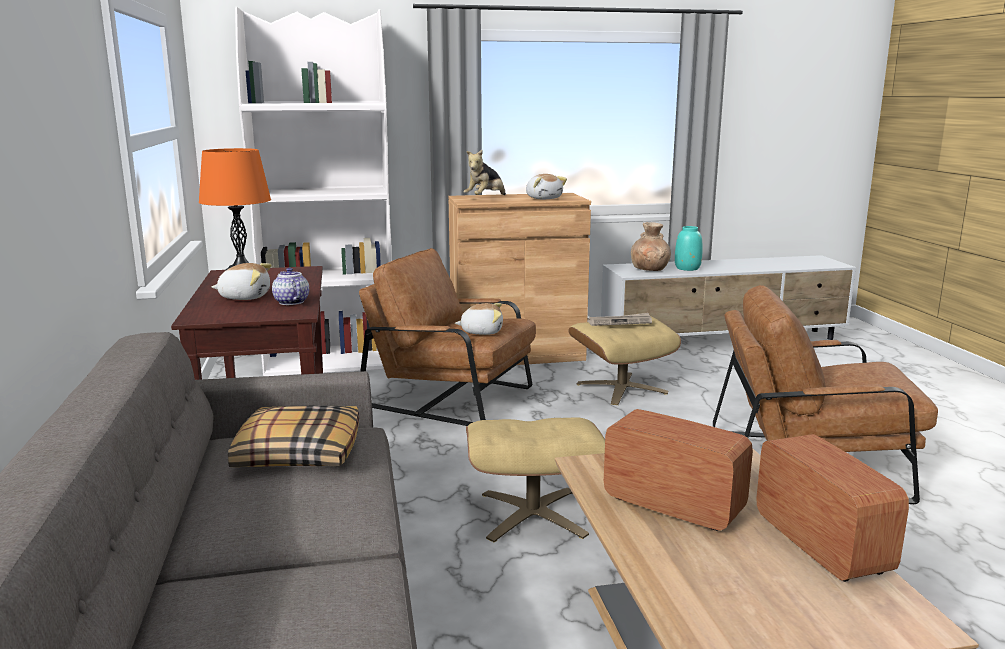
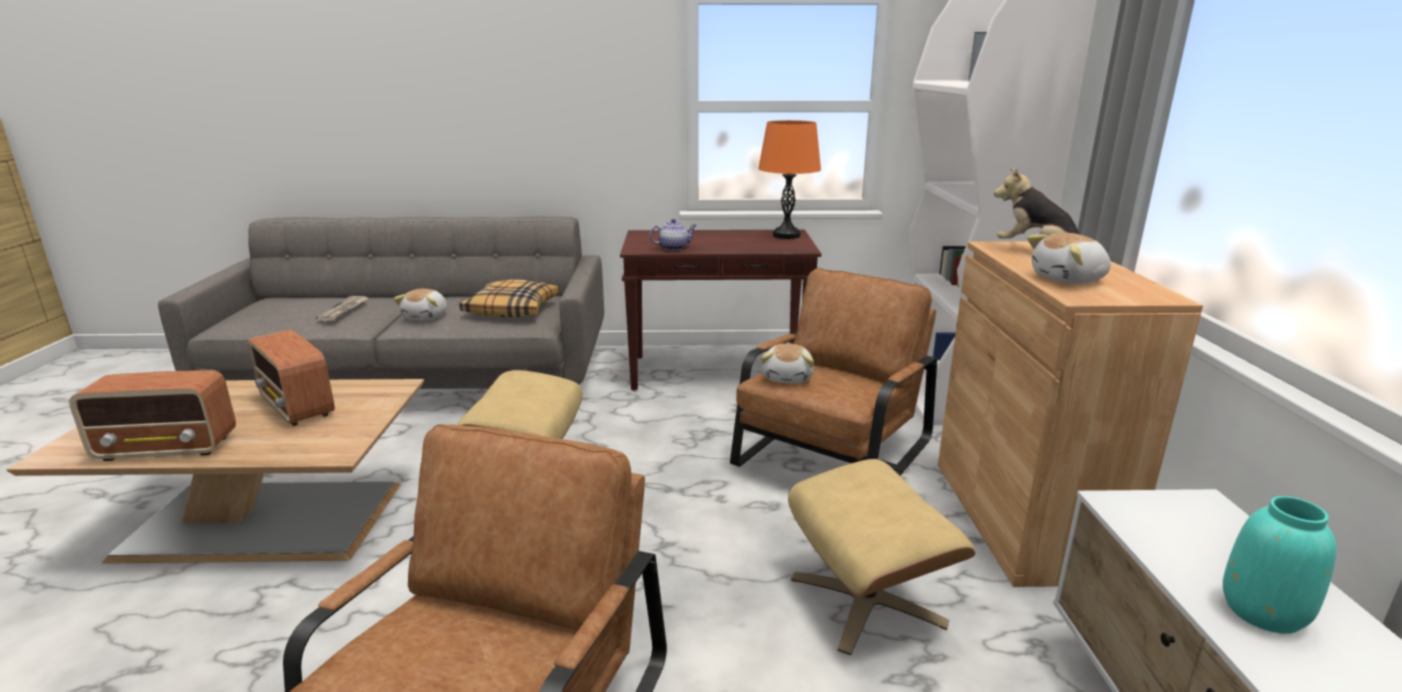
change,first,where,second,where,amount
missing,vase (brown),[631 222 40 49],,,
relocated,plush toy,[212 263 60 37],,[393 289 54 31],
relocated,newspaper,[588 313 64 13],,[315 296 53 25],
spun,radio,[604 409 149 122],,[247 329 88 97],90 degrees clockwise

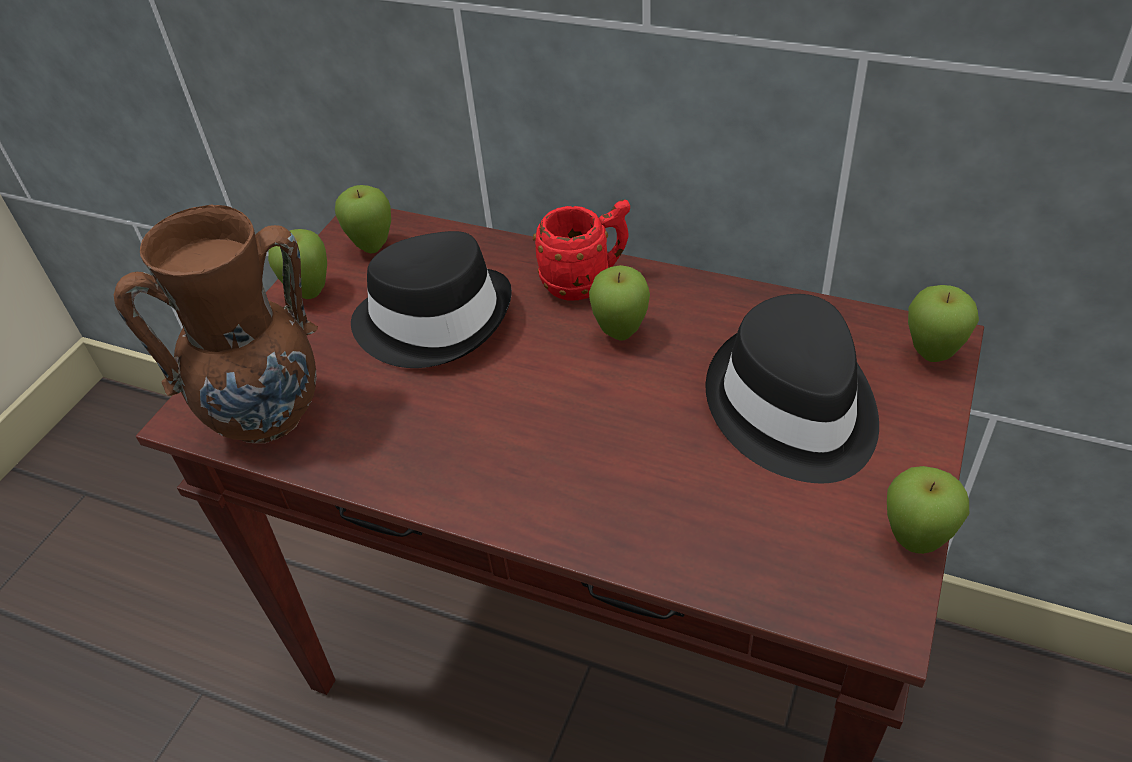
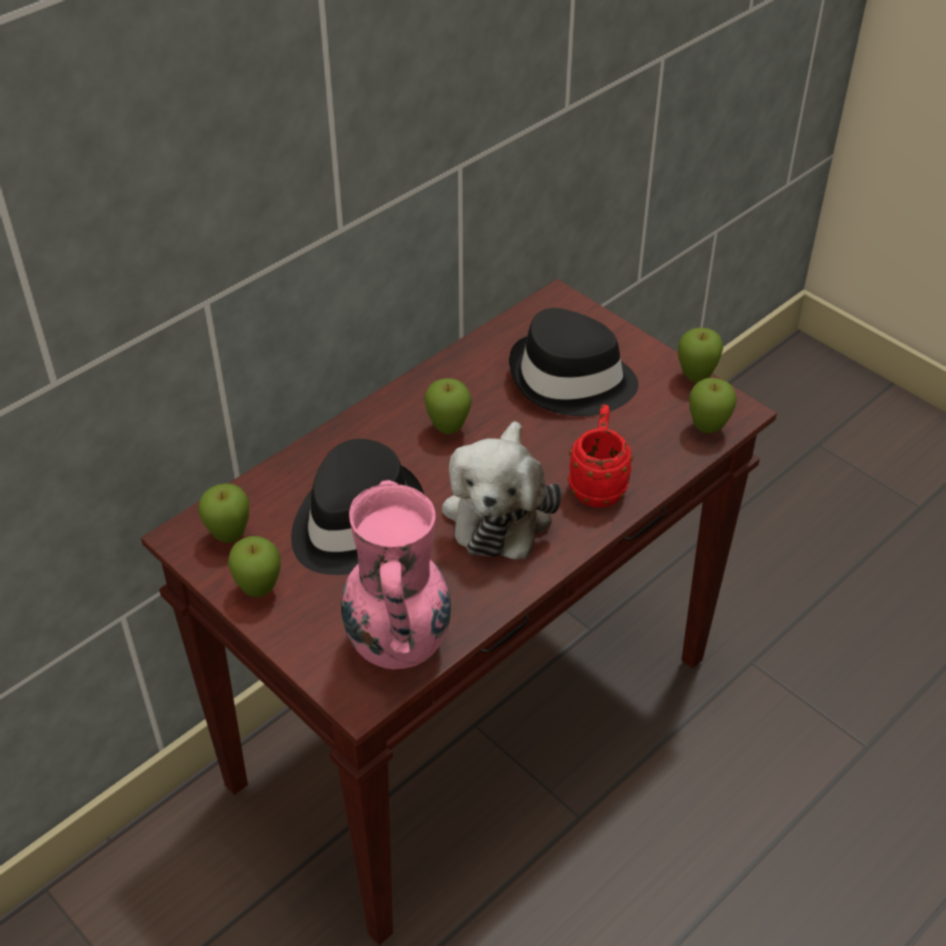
change,first,where,second,where,amount
relocated,mug (red),[533 200 97 101],,[567 404 66 103],
colour,vase (brown),[114 205 204 239],vase (pink),[341 480 110 189],
relocated,apple,[908 285 71 77],,[689 378 48 55],
appeared,,,plush toy,[442 421 120 138],

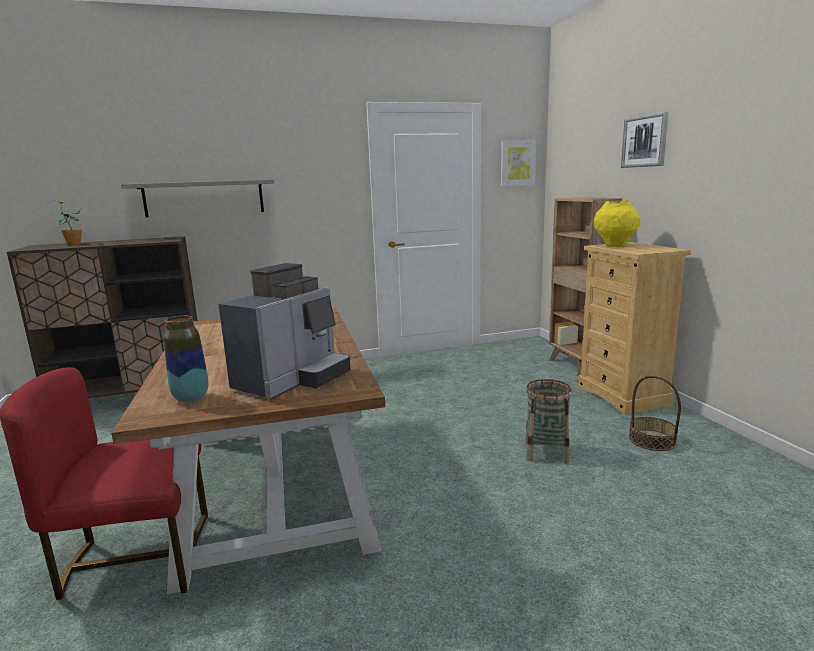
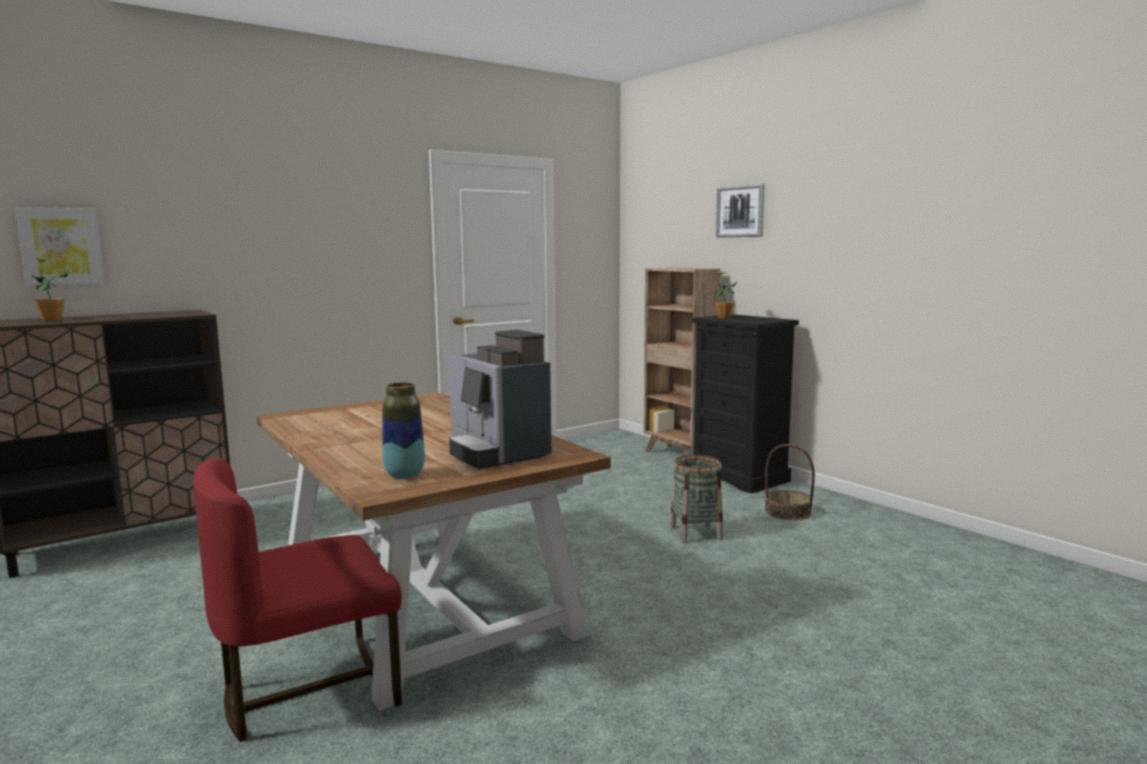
change,first,where,second,where,amount
relocated,picture,[501 140 36 46],,[15 207 90 79],
missing,shelf (grey),[121 179 154 39],,,
exchanged,vase (yellow),[594 200 46 47],potted plant,[715 271 23 47],
colour,dresser (beige),[577 242 114 173],dresser (black),[692 314 107 180],
spun,coffee machine,[218 263 133 136],,[449 330 102 139],135 degrees clockwise

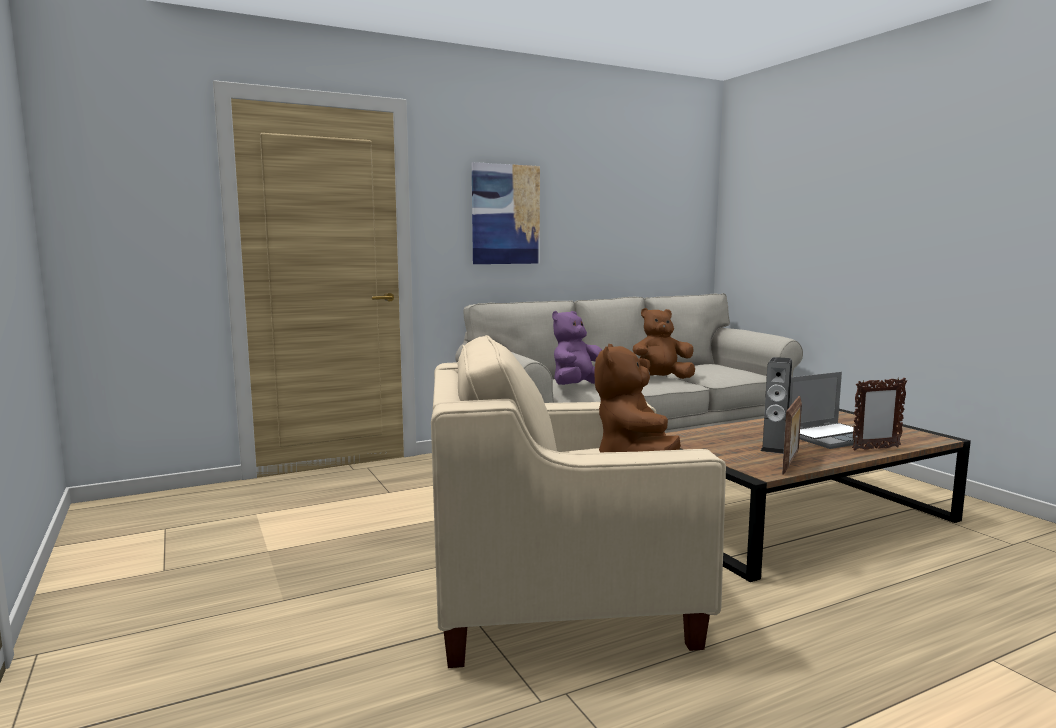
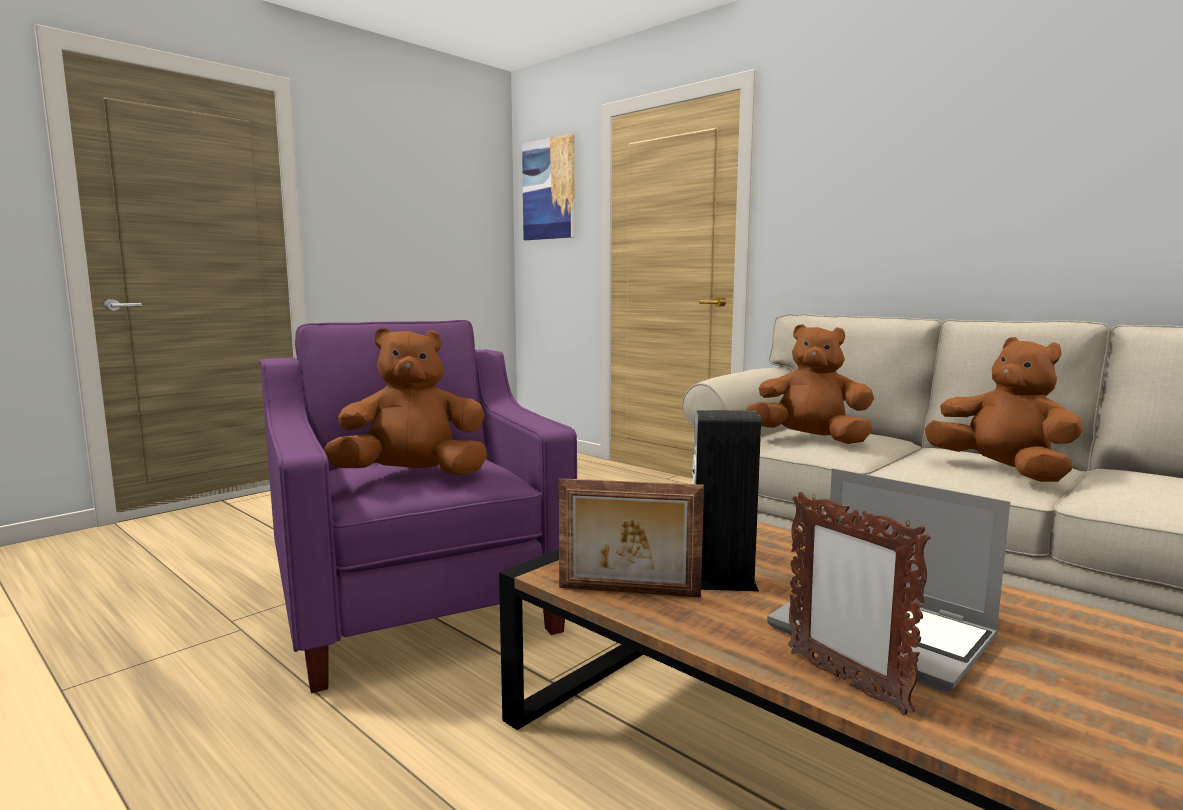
change,first,where,second,where,amount
relocated,picture,[472 162 68 102],,[522 134 53 106],
colour,plush toy (purple),[552 311 50 74],plush toy (brown),[746 324 128 120],
colour,armchair (beige),[431 335 295 333],armchair (purple),[259 320 318 373],

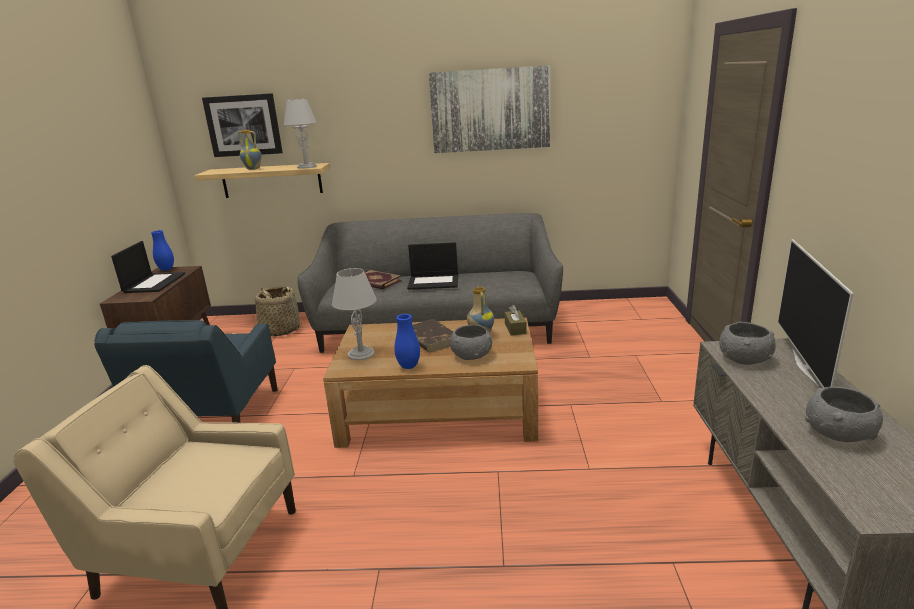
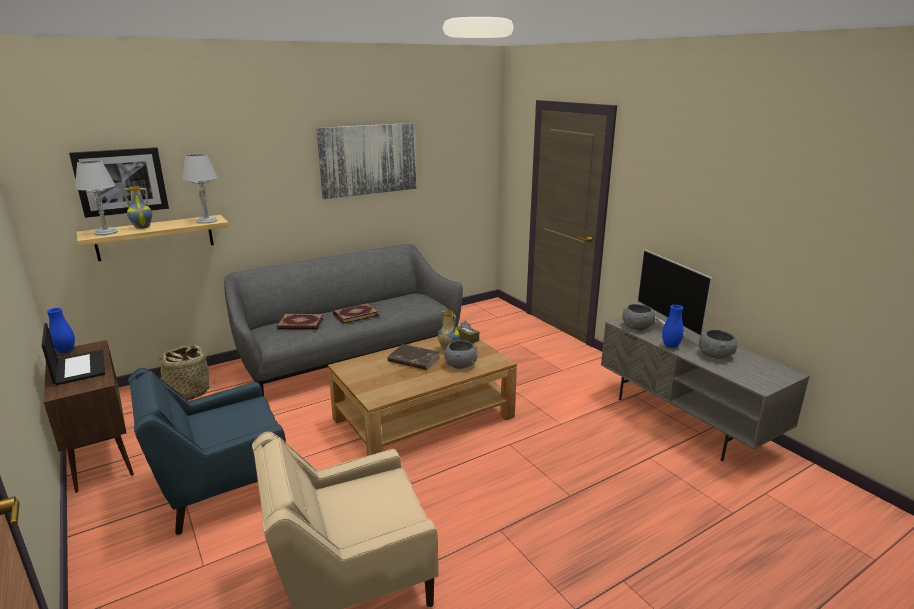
change,first,where,second,where,amount
exchanged,laptop,[407 242 51 48],book,[333 303 46 21],
relocated,table lamp (grey),[332 268 45 92],,[75 160 43 75],
relocated,vase (blue),[394 314 26 55],,[662 305 22 43],
spun,armchair (blue),[94 320 184 103],,[128 368 158 167],90 degrees clockwise

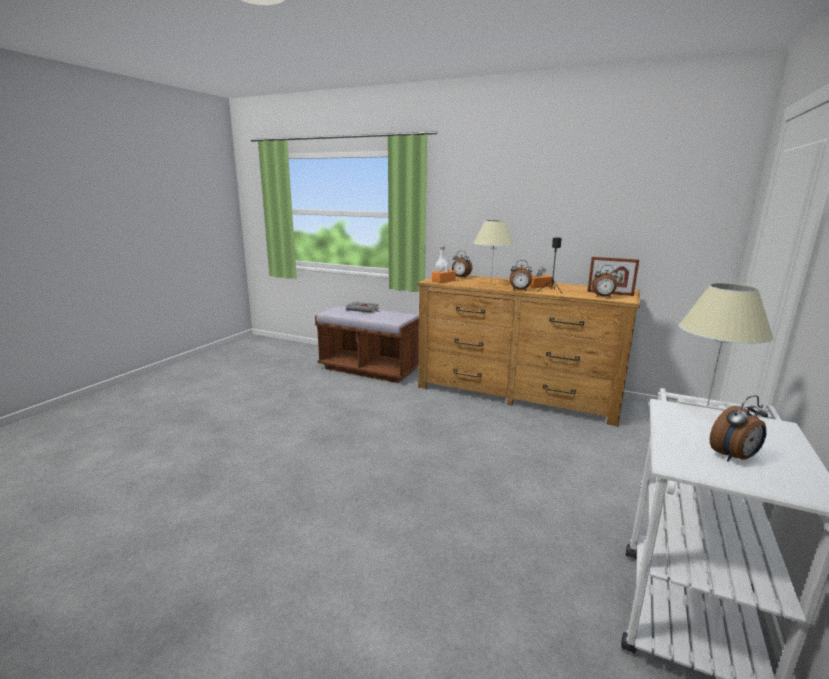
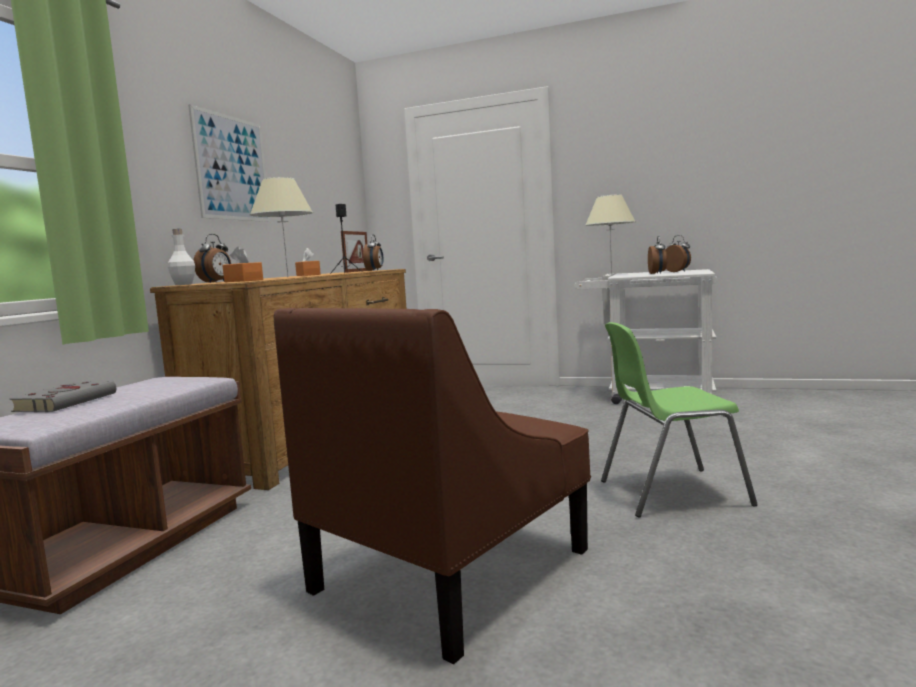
change,first,where,second,where,amount
relocated,alarm clock,[509 260 23 30],,[648 236 19 38],
appeared,,,picture,[188 104 82 118],
appeared,,,armchair (brown),[273 308 318 356],
appeared,,,chair (green),[601 322 157 196],

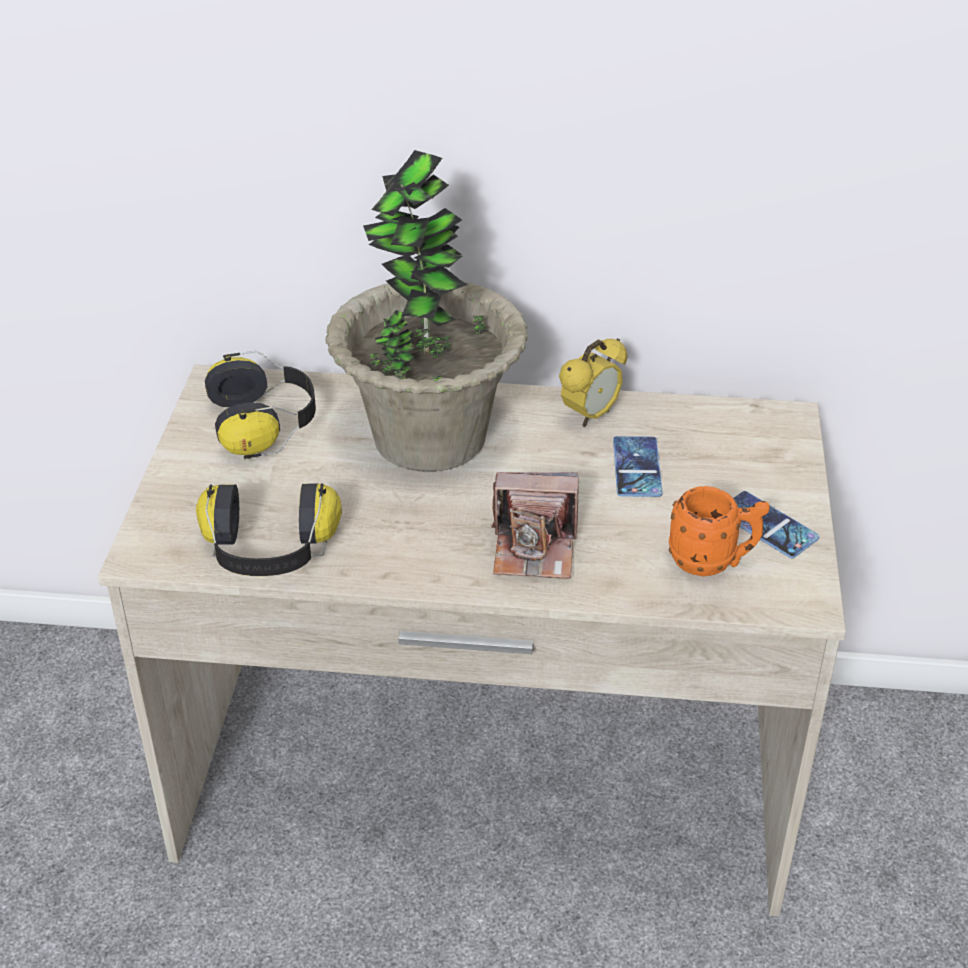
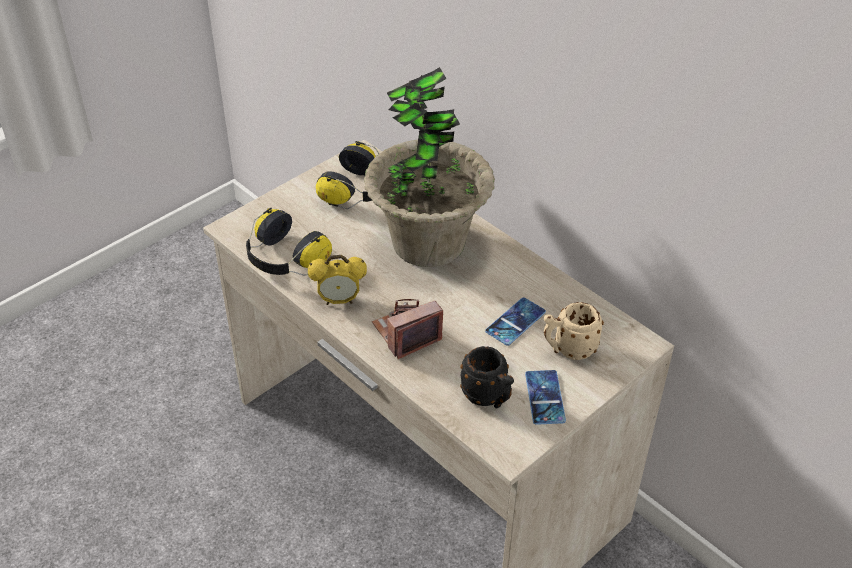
change,first,where,second,where,amount
relocated,alarm clock,[559 338 68 89],,[308 255 59 50],
spun,photo camera,[492 472 87 107],,[372 299 71 60],105 degrees clockwise
colour,mug (orange),[669 486 101 90],mug (black),[460 346 54 62],
appeared,,,mug (beige),[544 302 60 58],

